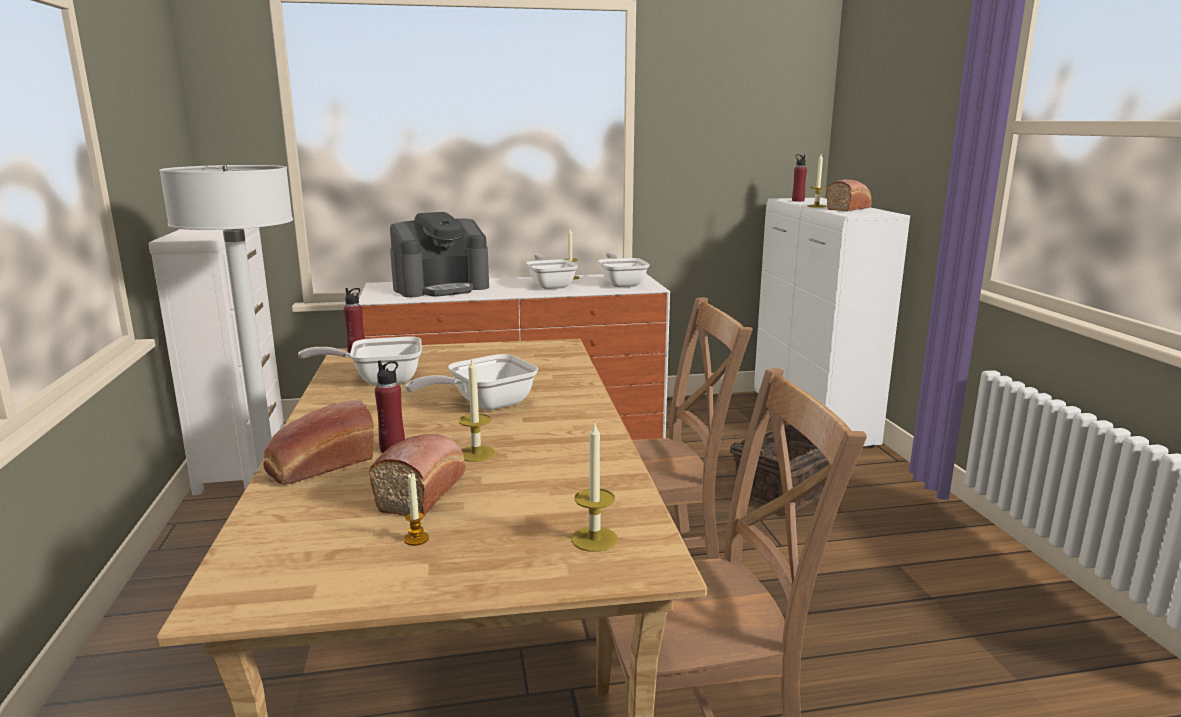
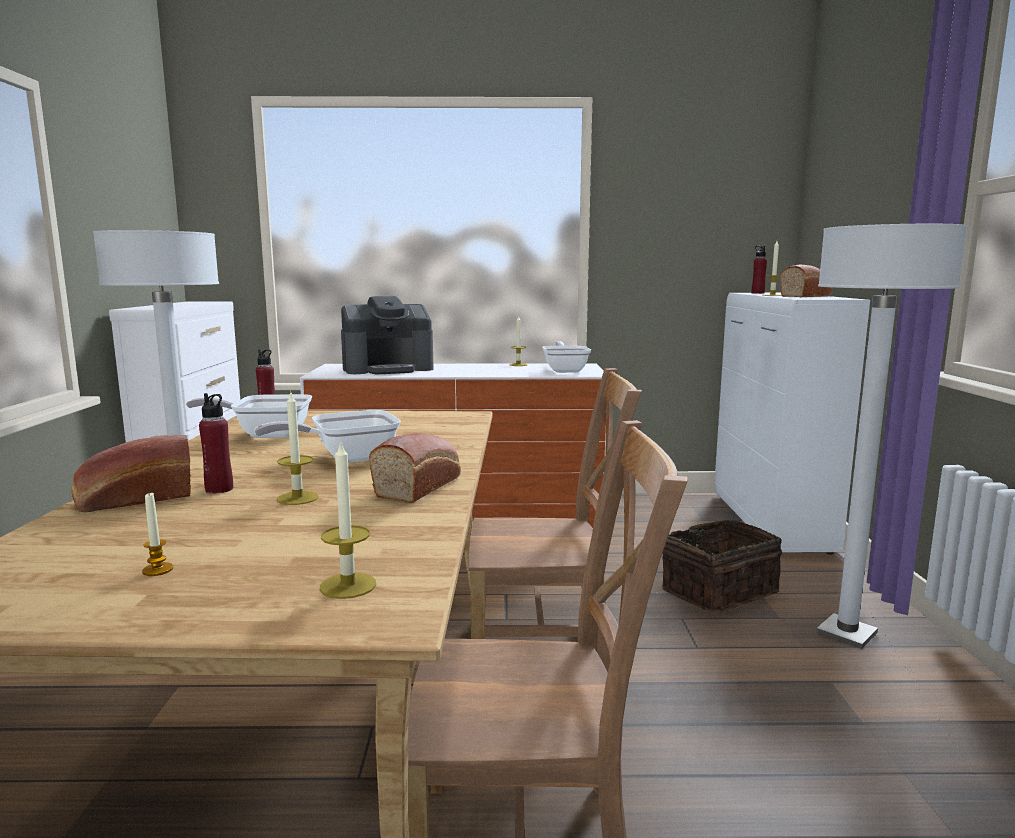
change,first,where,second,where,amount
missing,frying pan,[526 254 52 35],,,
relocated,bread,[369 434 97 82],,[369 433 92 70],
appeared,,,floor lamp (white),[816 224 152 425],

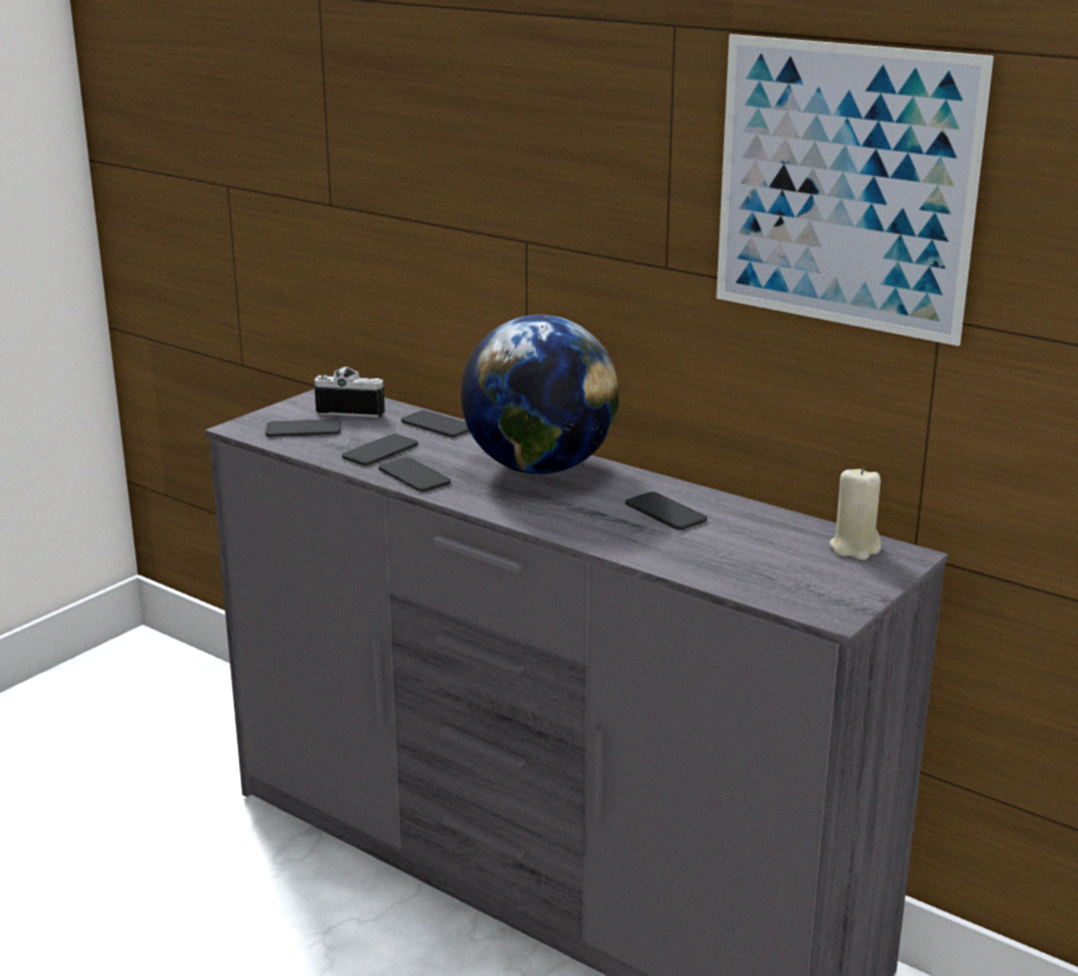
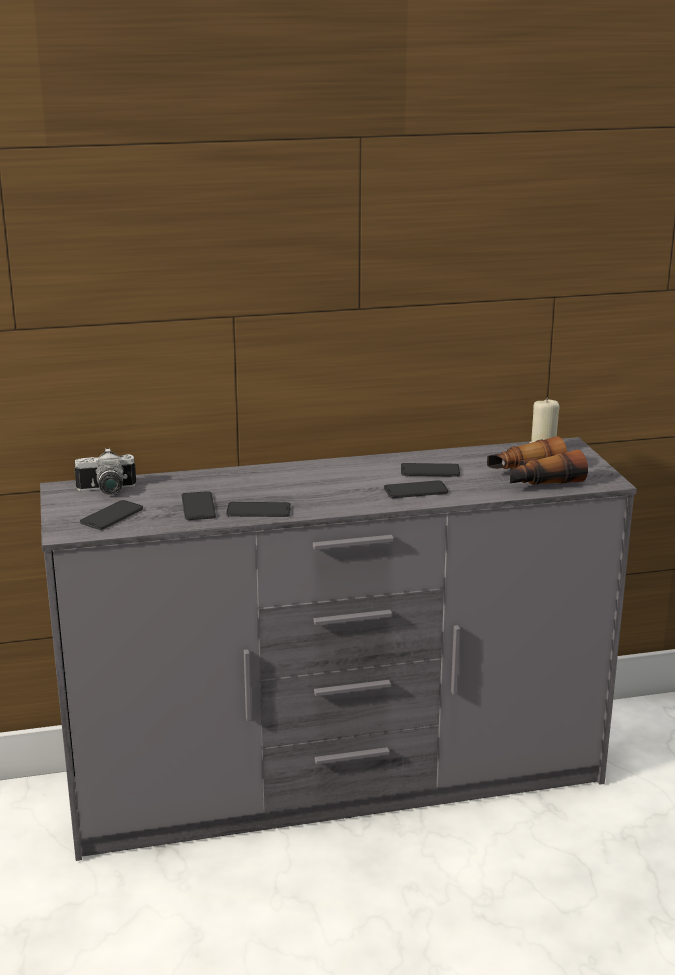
change,first,where,second,where,amount
missing,picture,[716 34 278 312],,,
missing,globe,[461 315 158 159],,,
spun,photo camera,[314 367 71 50],,[74 448 62 47],150 degrees counterclockwise
relocated,phone,[401 410 68 27],,[384 480 64 18],
appeared,,,binoculars,[487 436 101 49],

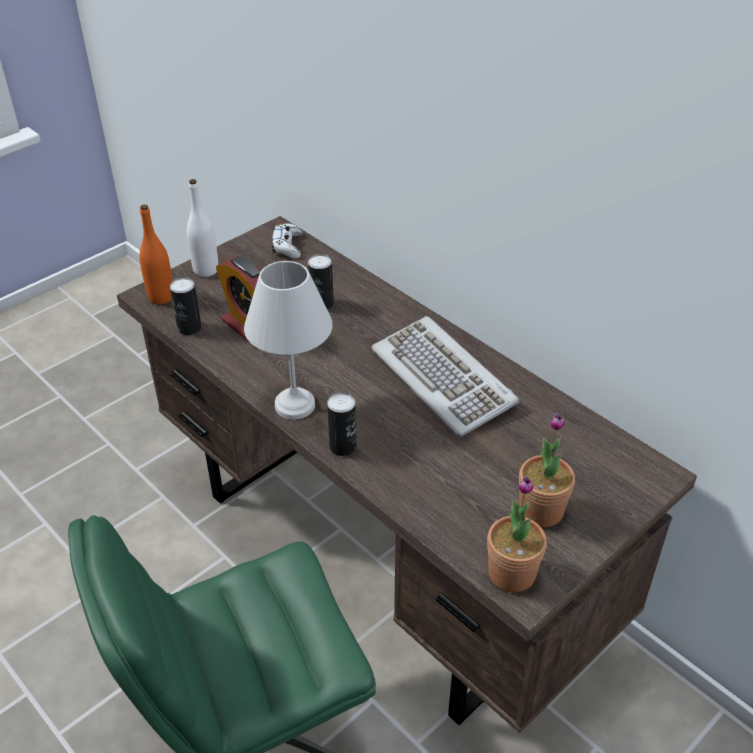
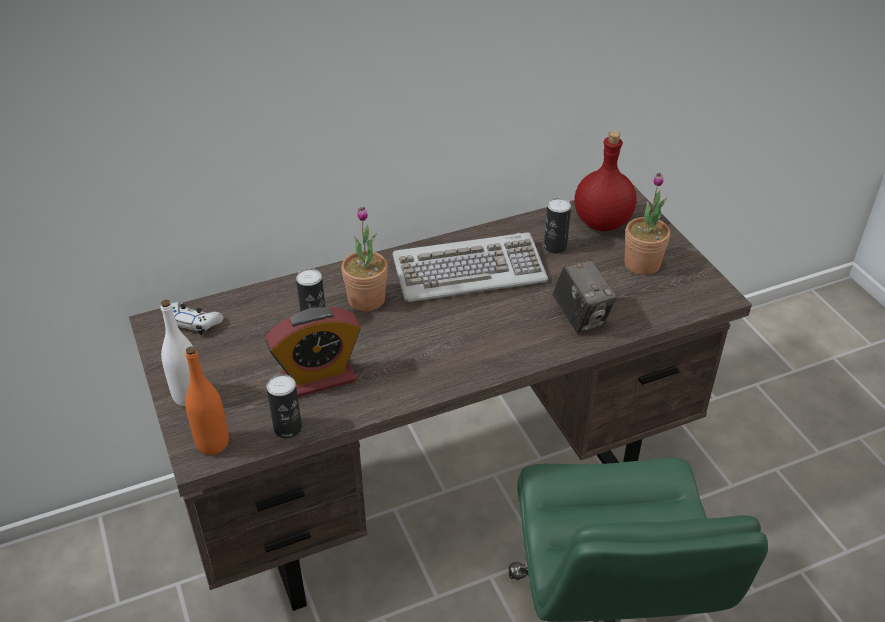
change,first,where,second,where,amount
missing,table lamp (white),[244 261 89 159],,,
relocated,can,[327 392 30 64],,[544 198 27 56],
relocated,potted plant,[487 476 60 116],,[341 207 47 104],
appeared,,,bottle (red),[575 131 62 100],
appeared,,,photo camera,[553 259 64 74],

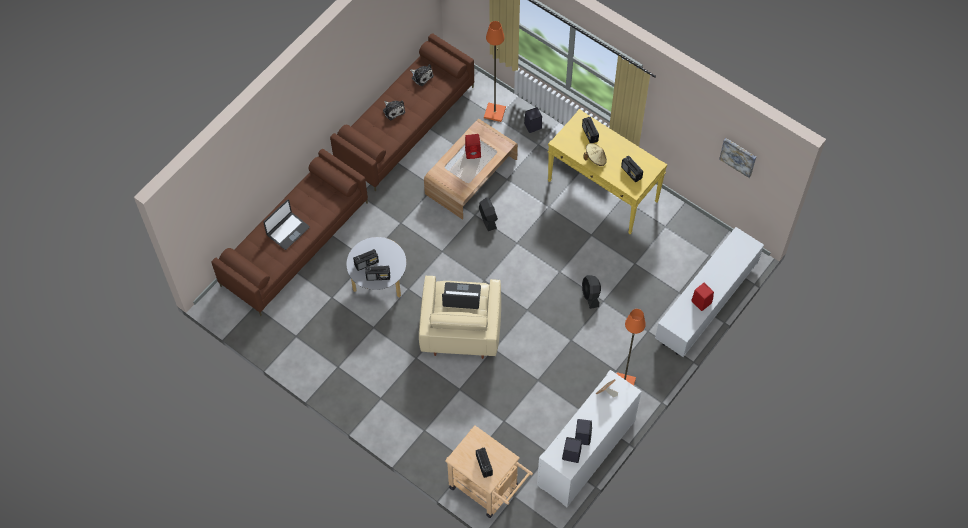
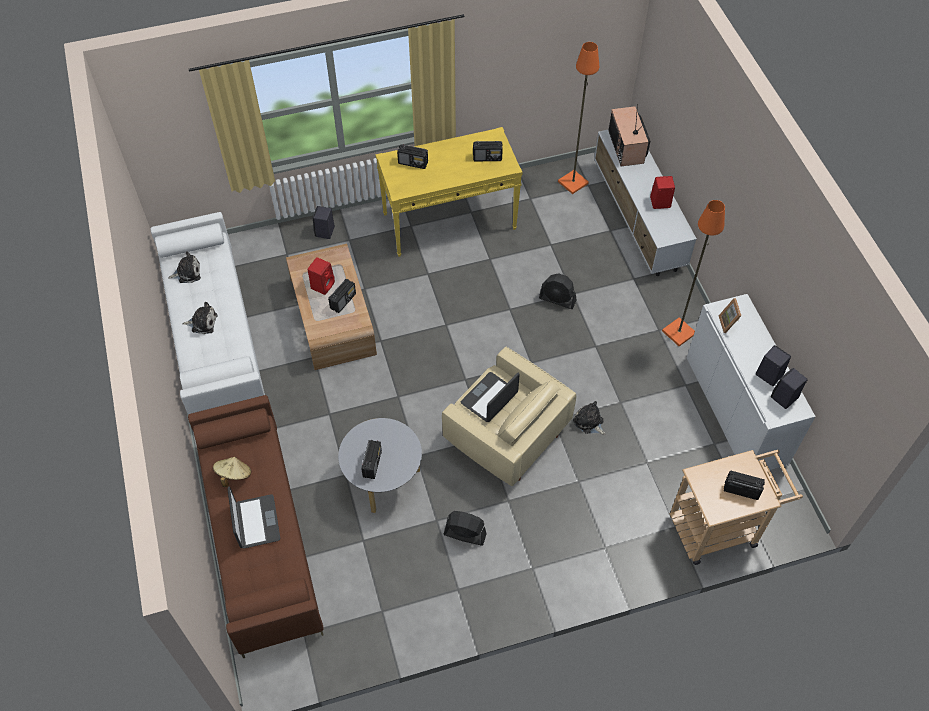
change,first,where,second,where,amount
relocated,floor lamp (orange),[484 21 22 101],,[558 42 41 152],
colour,sofa (brown),[330 33 144 159],sofa (white),[151 212 114 203],
missing,picture,[719 138 37 40],,,
relocated,hat (beige),[583 143 24 23],,[213 457 38 30],
relocated,fan (black),[479 197 19 34],,[443 511 44 34],
relocated,radio,[365 266 25 15],,[328 279 28 34],
appeared,,,television,[608 104 42 62],
appeared,,,plush toy,[573 401 33 34],

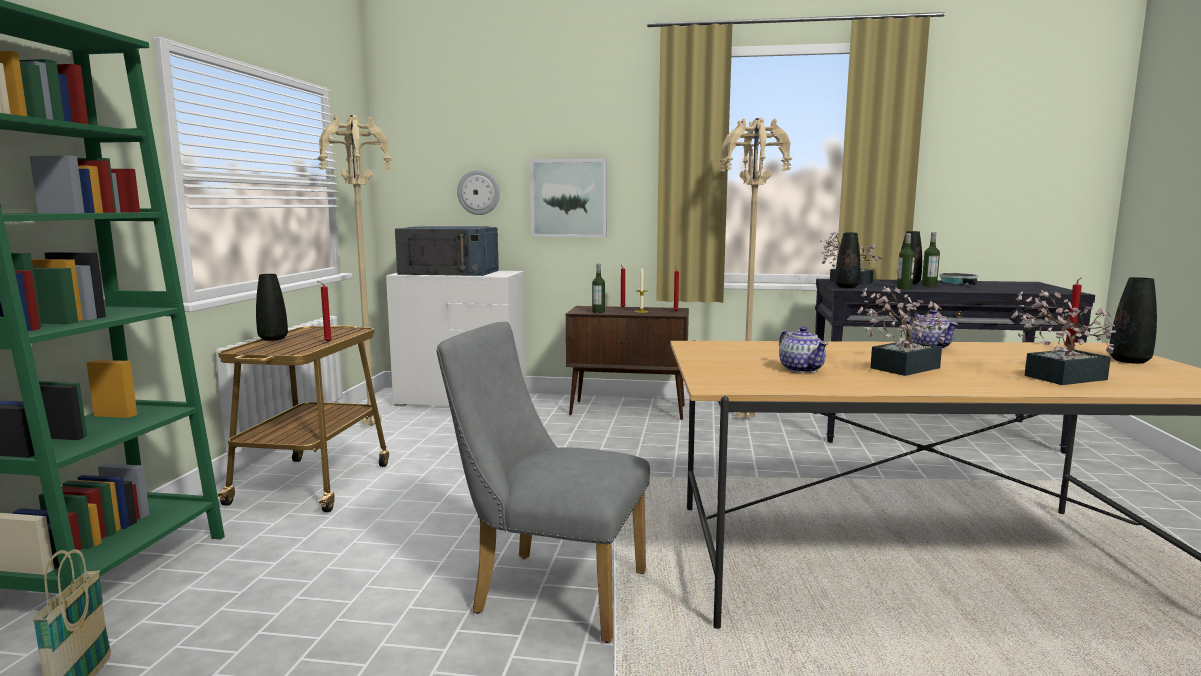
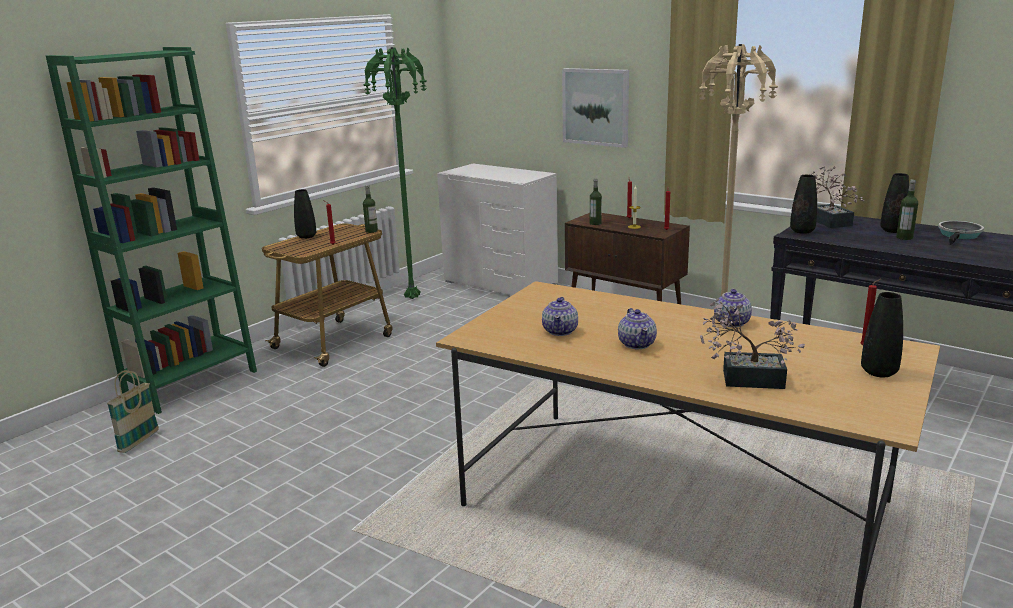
change,first,where,second,where,amount
colour,floor lamp (beige),[318 115 74 311],floor lamp (green),[364 47 62 252],
missing,wall clock,[457 170 43 45],,,
missing,microwave (blue),[395 226 104 50],,,
relocated,bottle,[897 233 18 56],,[363 185 15 48],
exchanged,potted plant,[857 286 89 90],teapot,[618 308 39 41],
missing,chair (grey),[436 322 214 321],,,

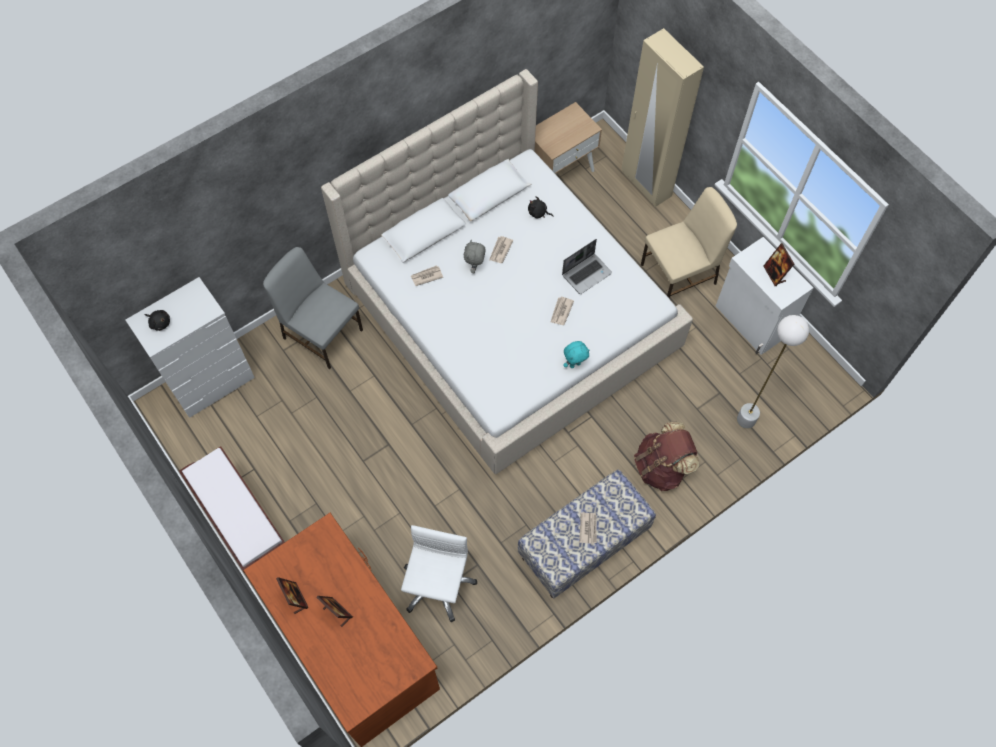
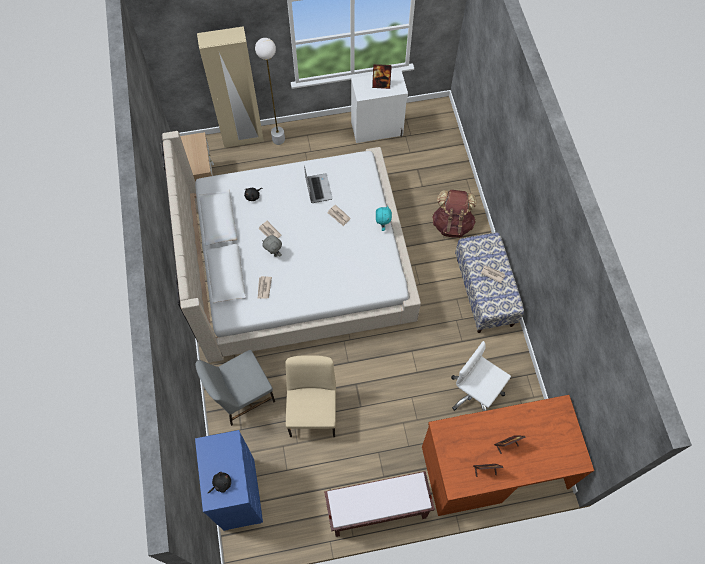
change,first,where,second,where,amount
relocated,chair (beige),[641 187 96 111],,[285 355 51 82],
colour,dresser (white),[126 277 129 141],dresser (blue),[195 430 68 101],
relocated,floor lamp (white),[737 315 72 114],,[255 38 30 107],

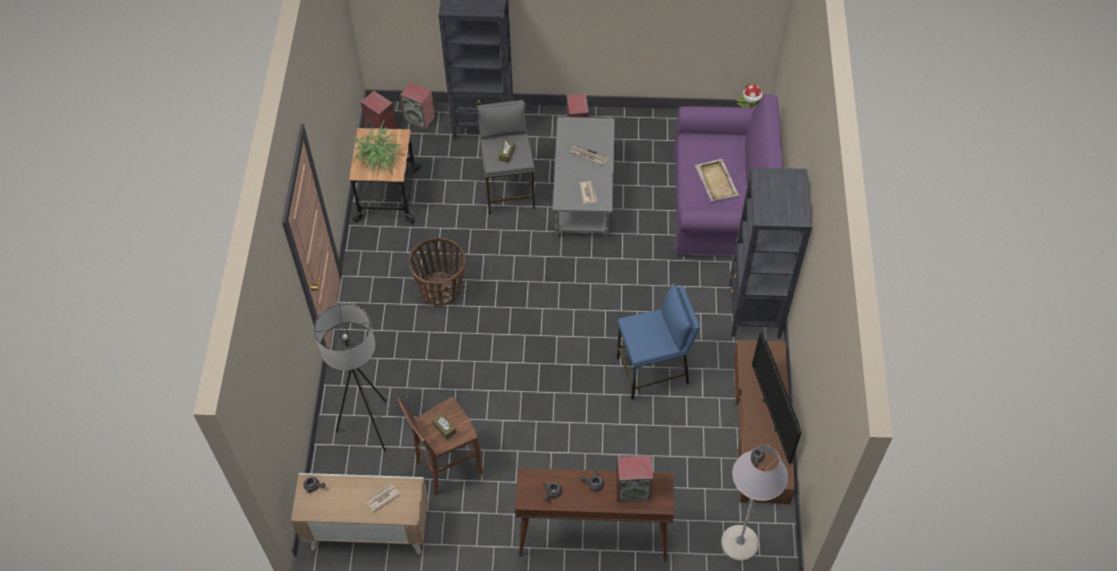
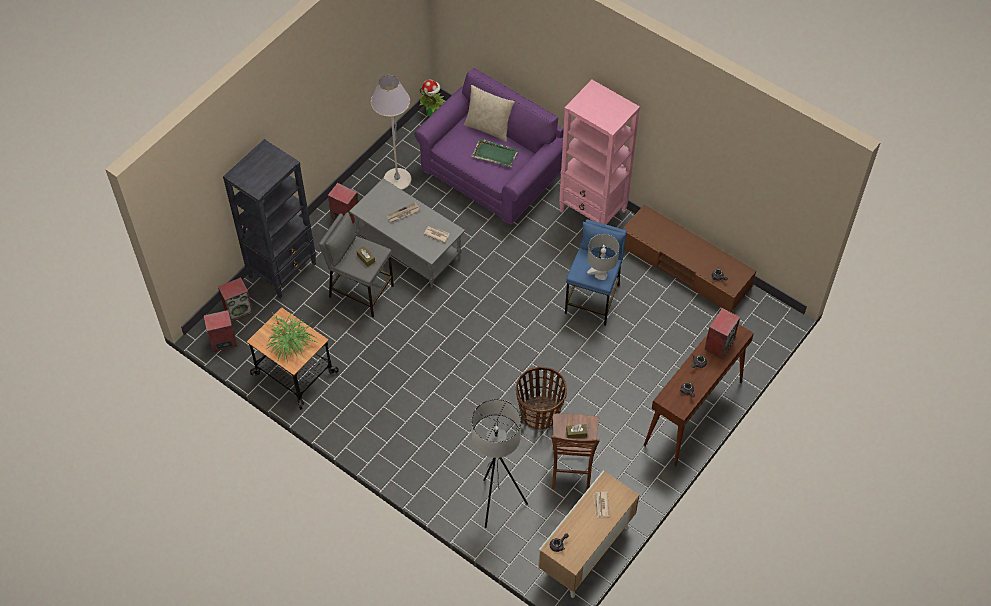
change,first,where,second,where,amount
colour,tray (beige),[695 159 44 42],tray (green),[471 138 48 29],
colour,bookcase (black),[729 167 83 171],bookcase (pink),[559 80 81 144],
relocated,basket,[409 238 56 68],,[516 367 51 63],
missing,television,[752 331 49 133],,,
relocated,floor lamp (grey),[721 445 67 116],,[371 75 40 115],
appeared,,,pillow (beige),[464 85 51 57],
appeared,,,table lamp (grey),[587 234 32 46],

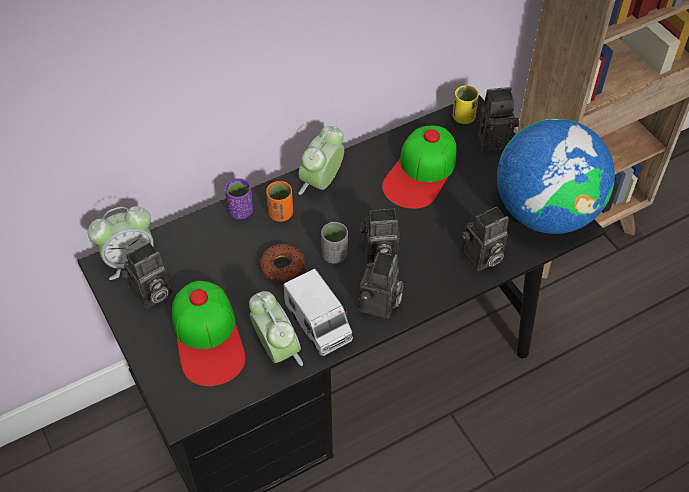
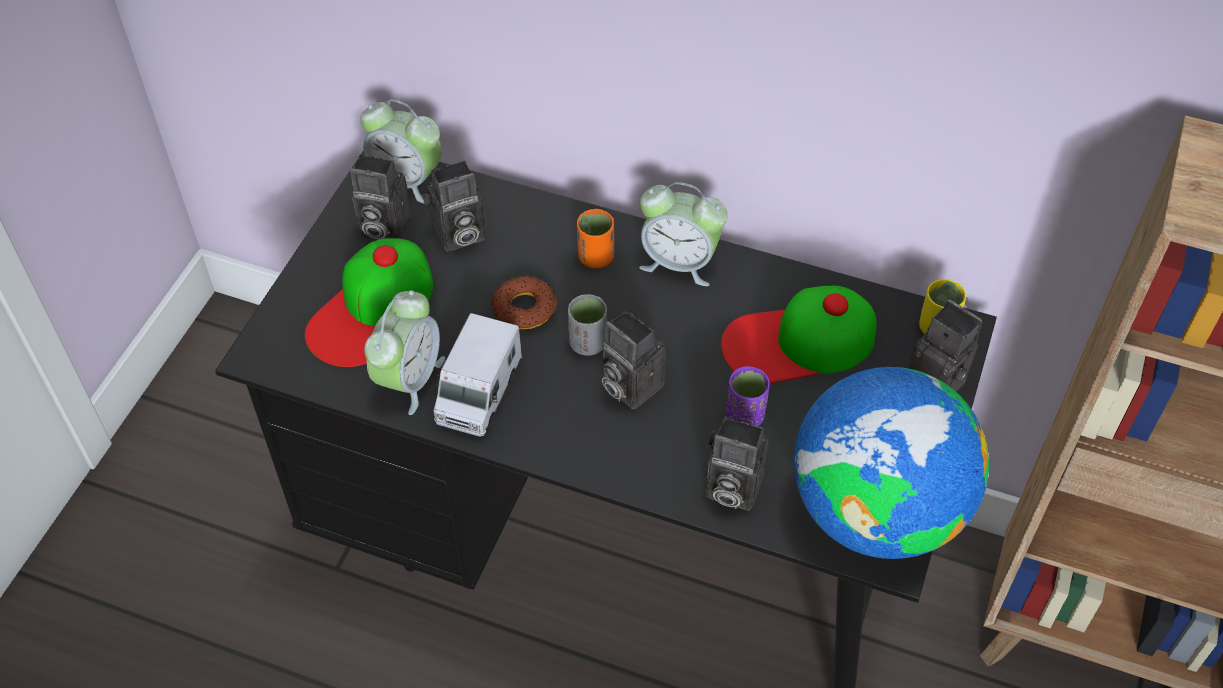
change,first,where,second,where,amount
spun,alarm clock,[299 126 45 69],,[639 182 88 104],150 degrees counterclockwise
relocated,cup (purple),[225 178 28 41],,[726 366 44 60],
relocated,photo camera,[359 252 45 66],,[422 160 63 91],

